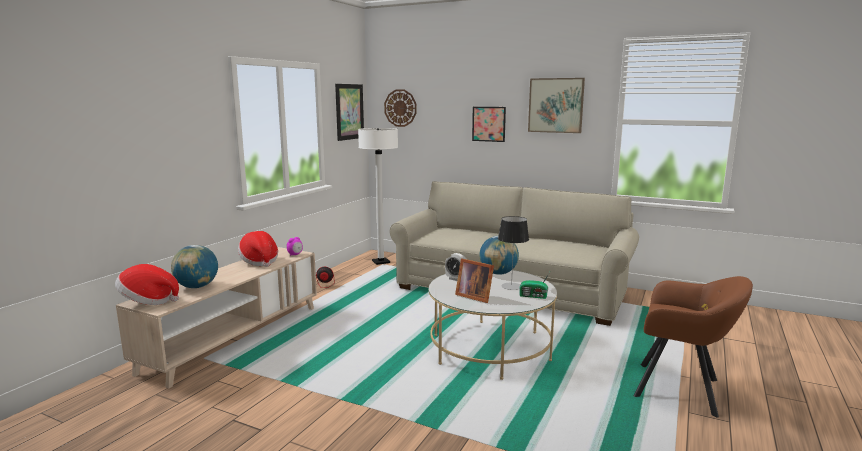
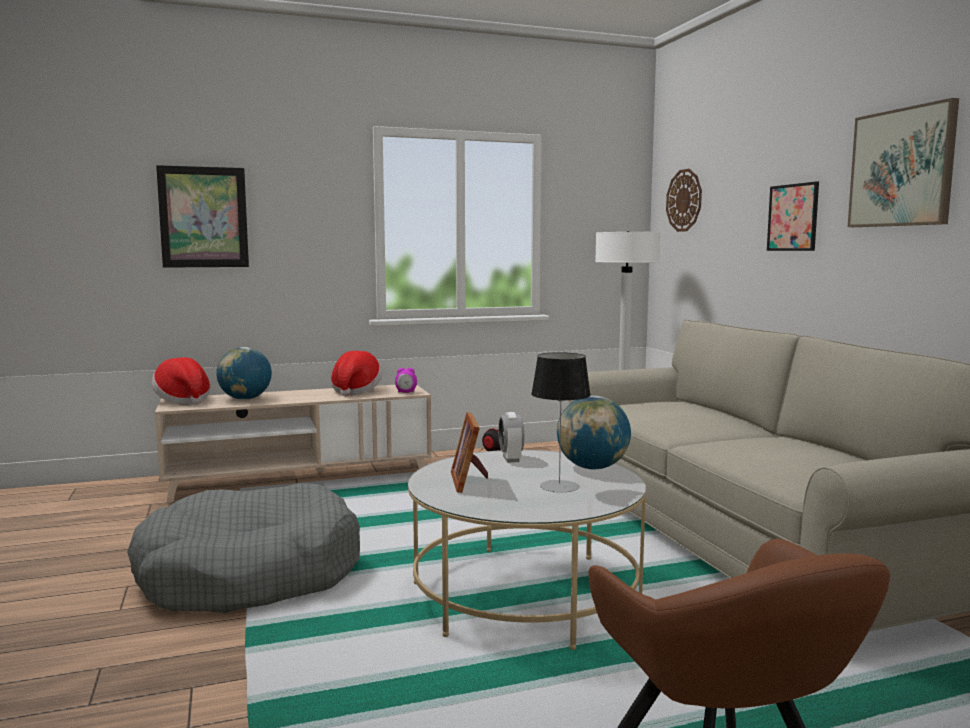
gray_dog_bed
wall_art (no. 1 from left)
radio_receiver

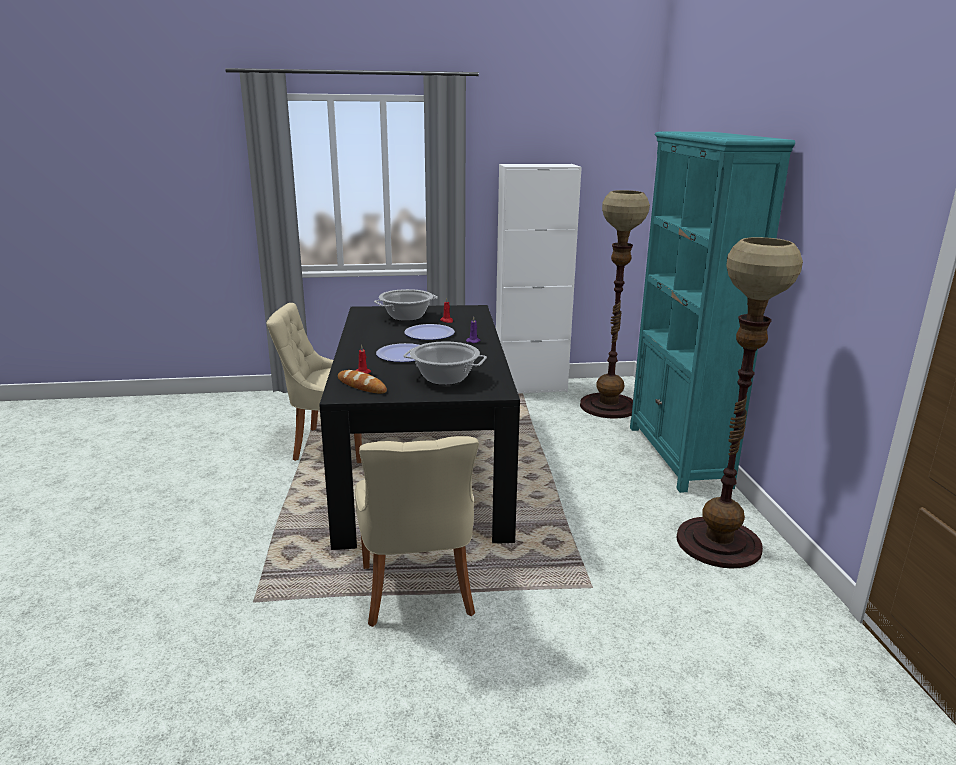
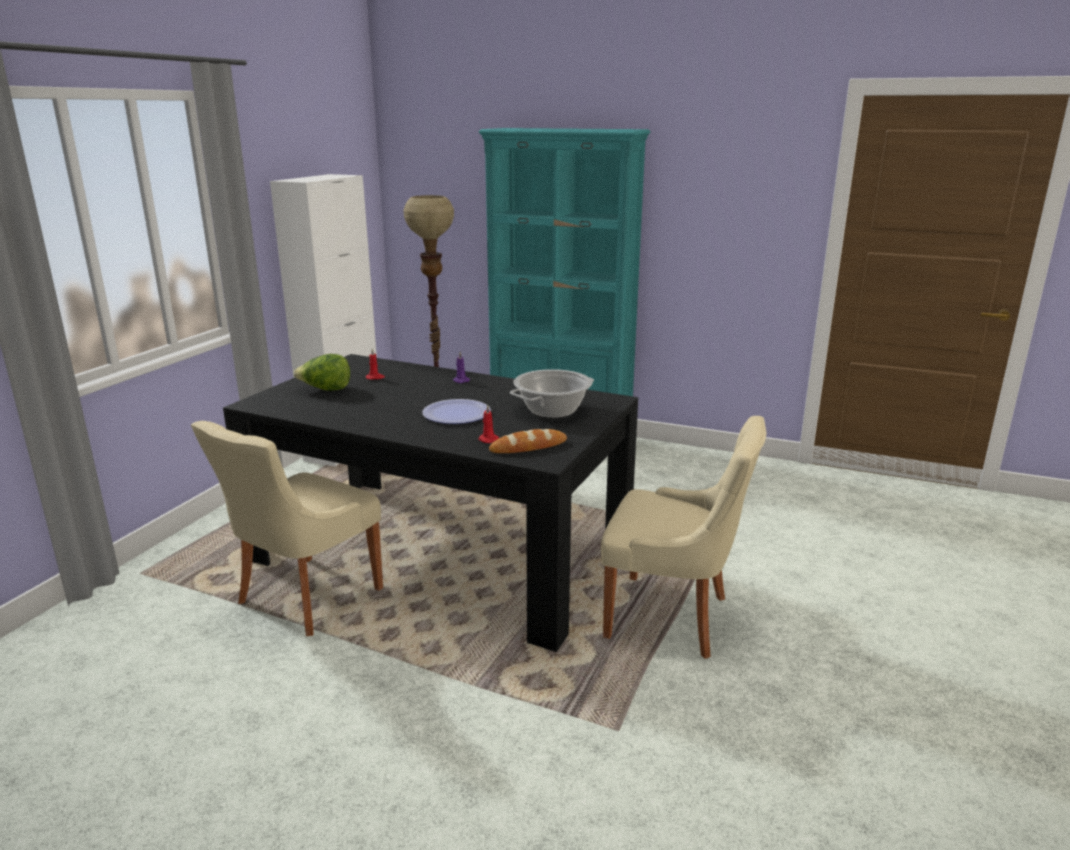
lettuce
flat_dish (no. 2 from left in the first image)
standard_lamp (no. 2 from left in the first image)

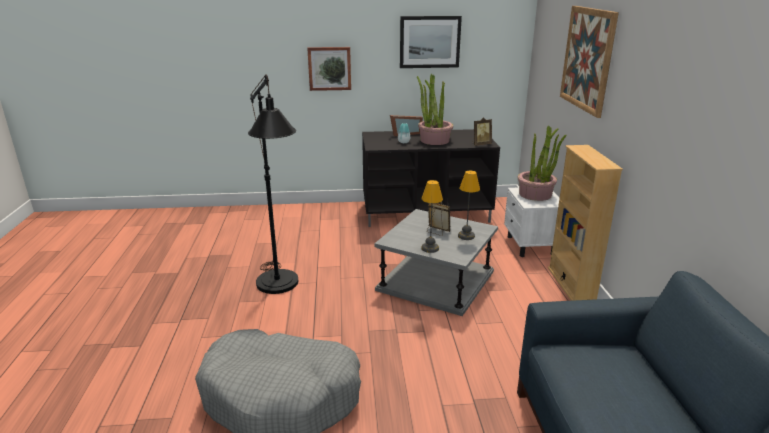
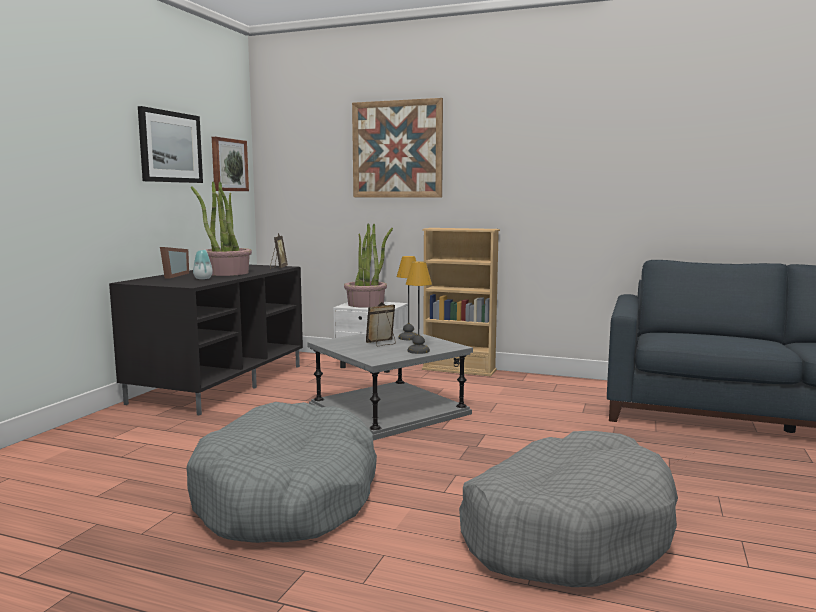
gray_dog_bed (no. 1 from left)
wall_art (no. 2 from left)

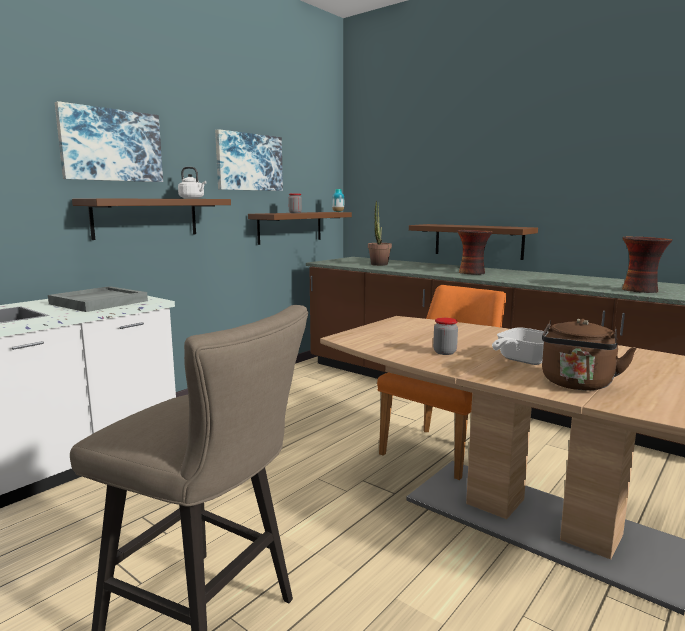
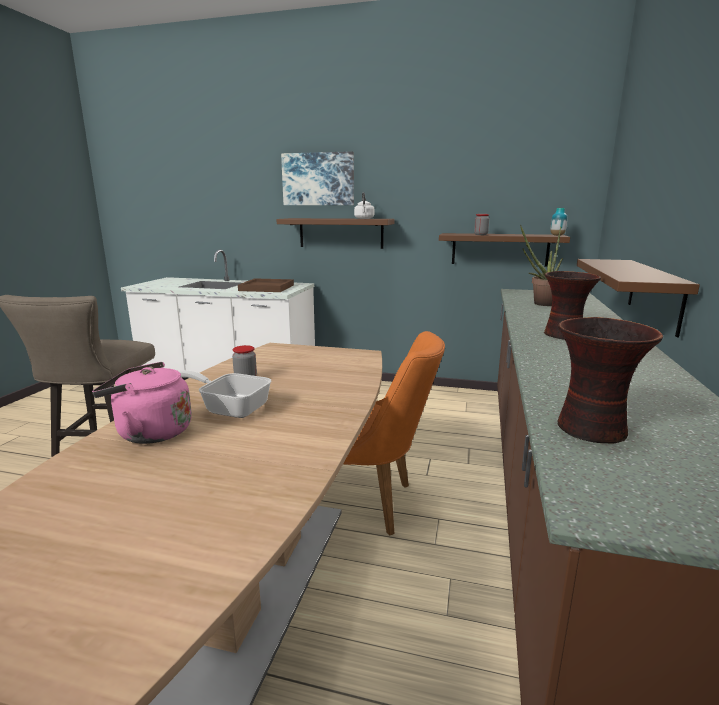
pink-coloured_kettle
brownish_tray
wall_art (no. 2 from left in the first image)

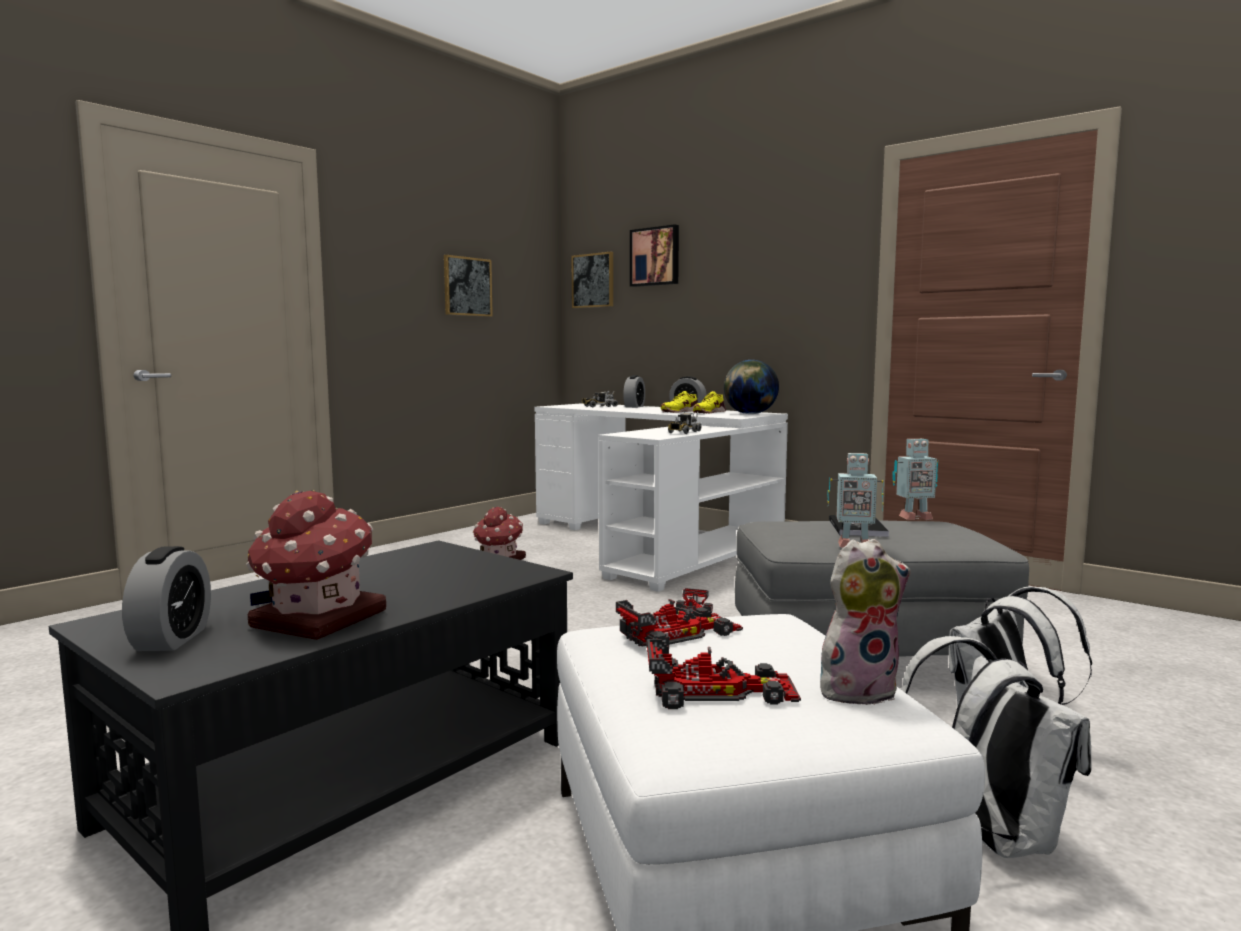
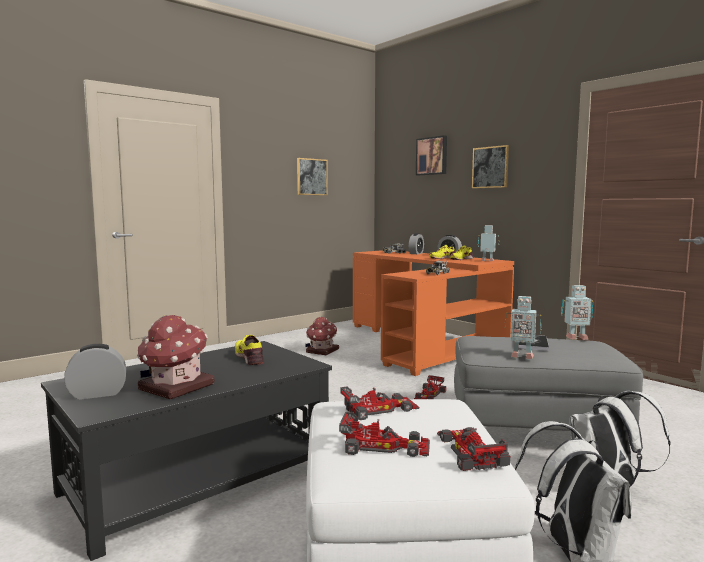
alarm_clock (no. 1 from left)
yellow-coloured_item_of_footwear (no. 1 from left)
orange-coloured_desk_table
toy_car (no. 4 from left)
wall_art (no. 3 from left)
robot_figure (no. 1 from left)

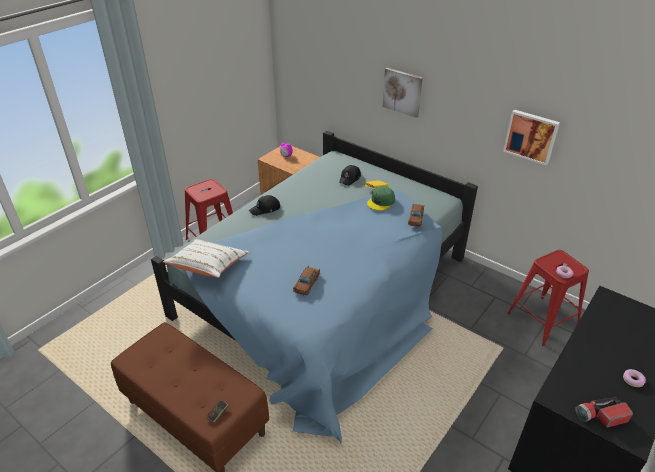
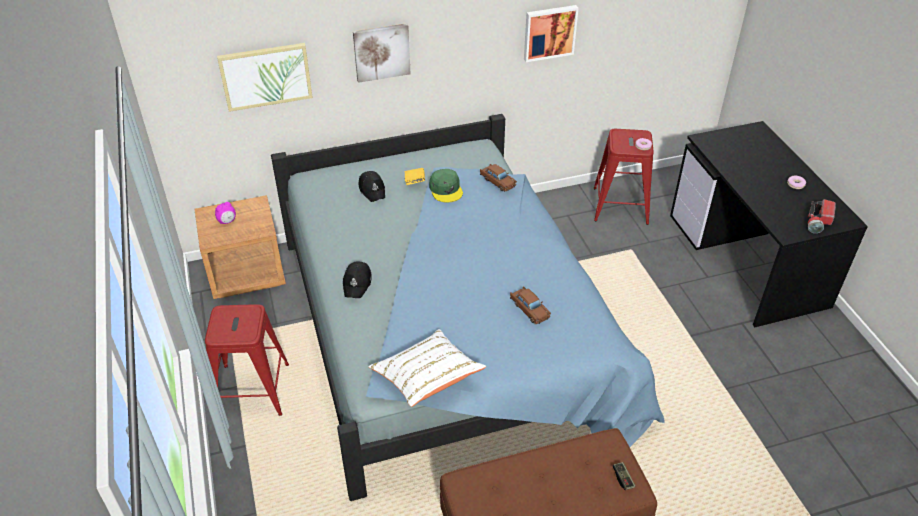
wall_art (no. 1 from left)

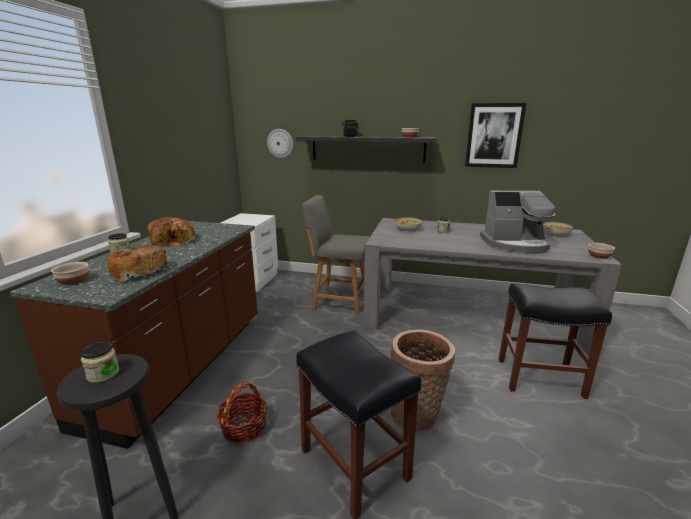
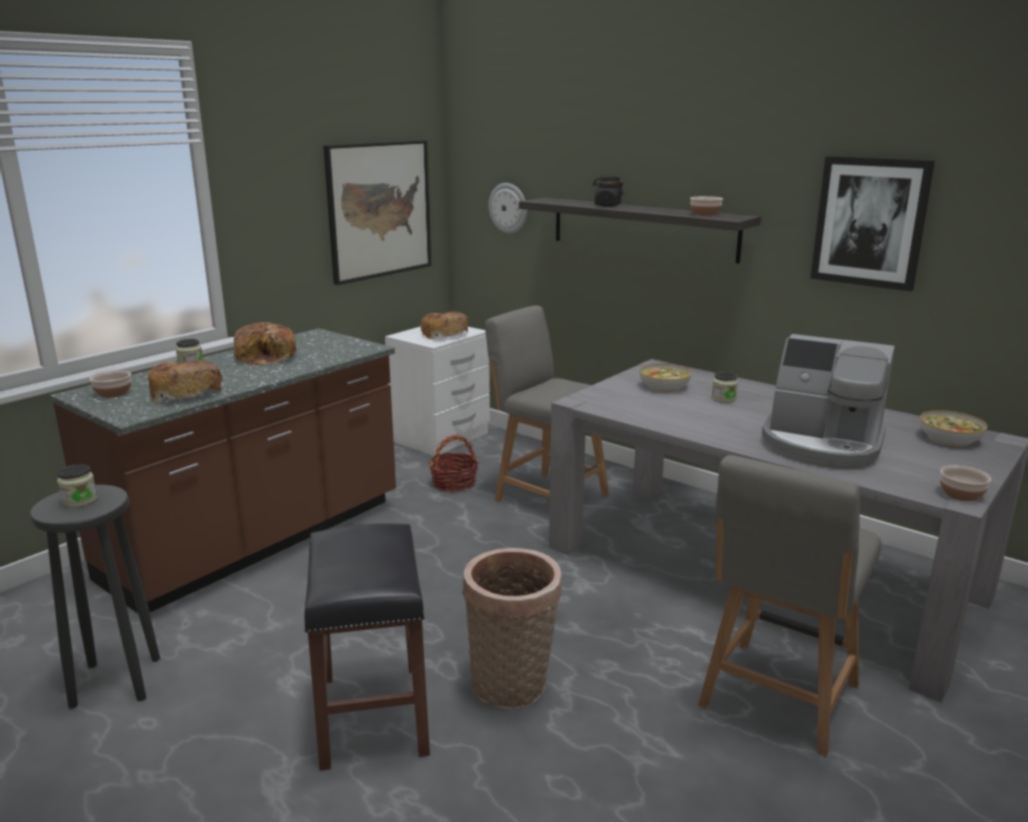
wall_art (no. 1 from left)
baked_bread (no. 3 from left)
basket (no. 1 from left)
gray_plain_chair (no. 2 from left)

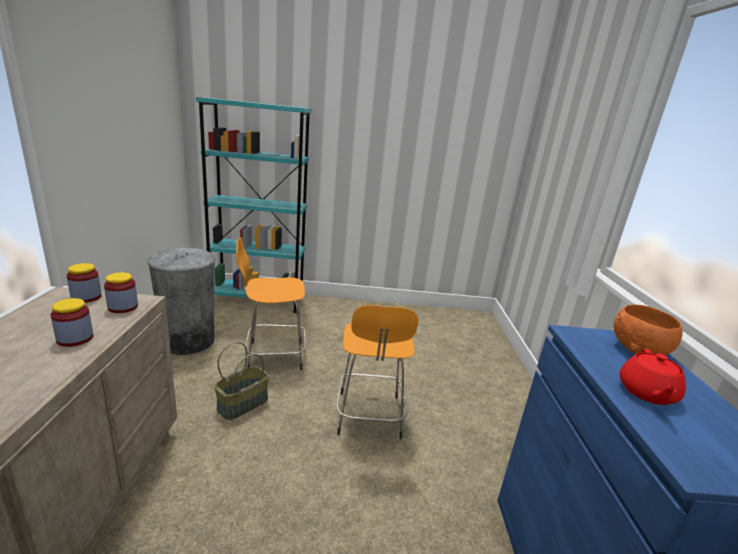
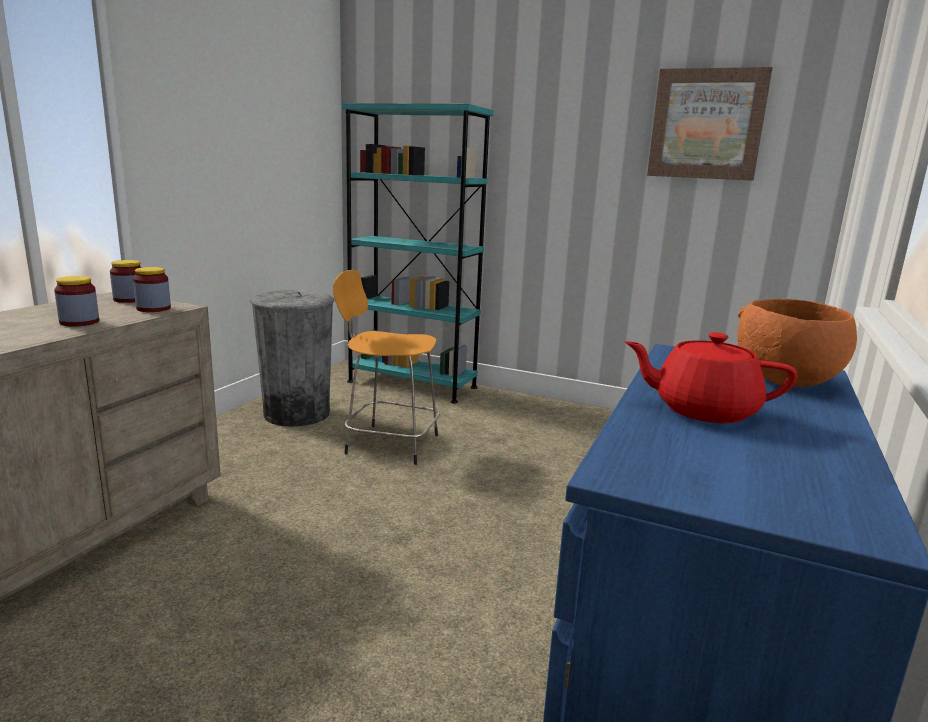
reddish_tea_pot
wall_art
basket
orange-coloured_stool_seat (no. 2 from left in the first image)

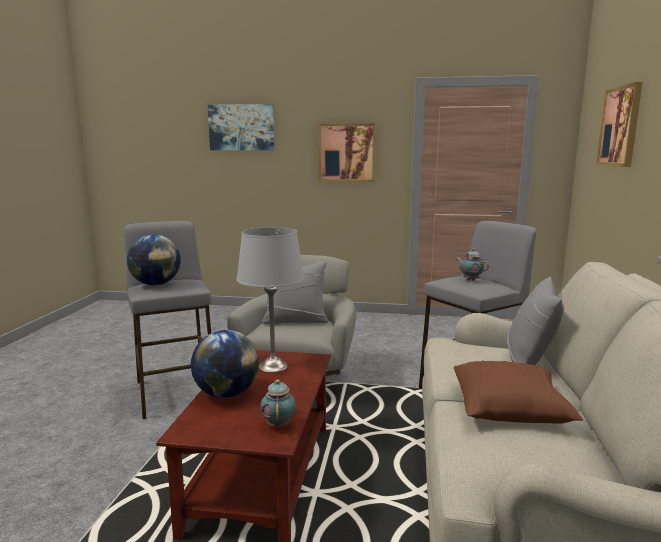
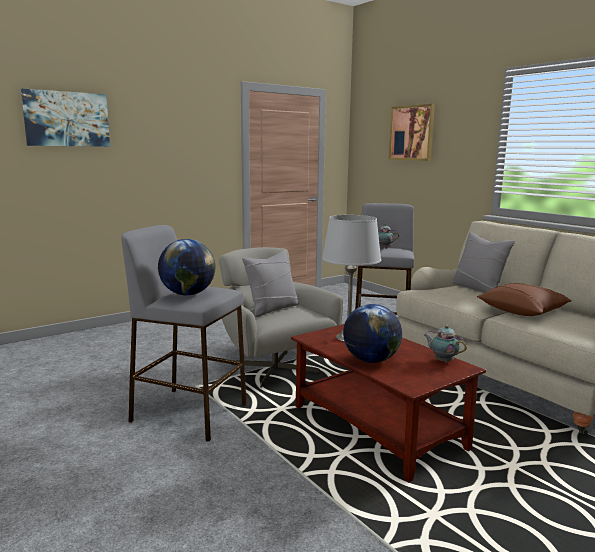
wall_art (no. 2 from left in the first image)

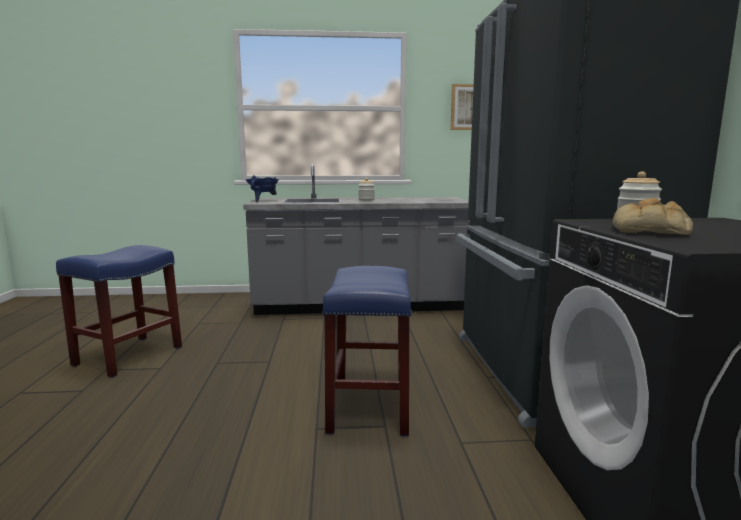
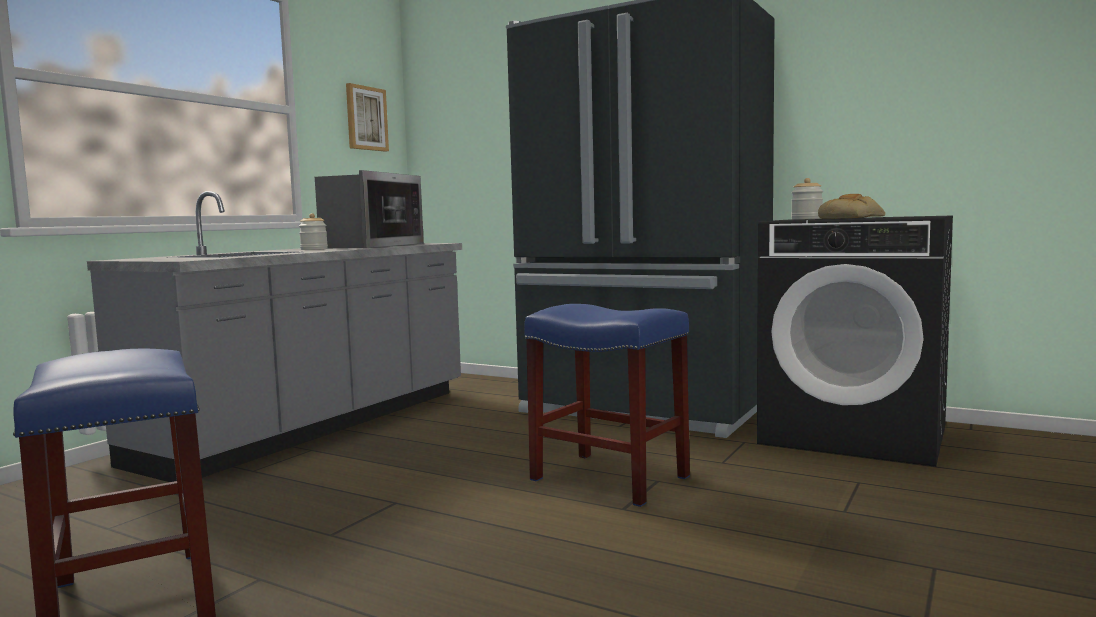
microwave_oven
blue_cooking_pot

